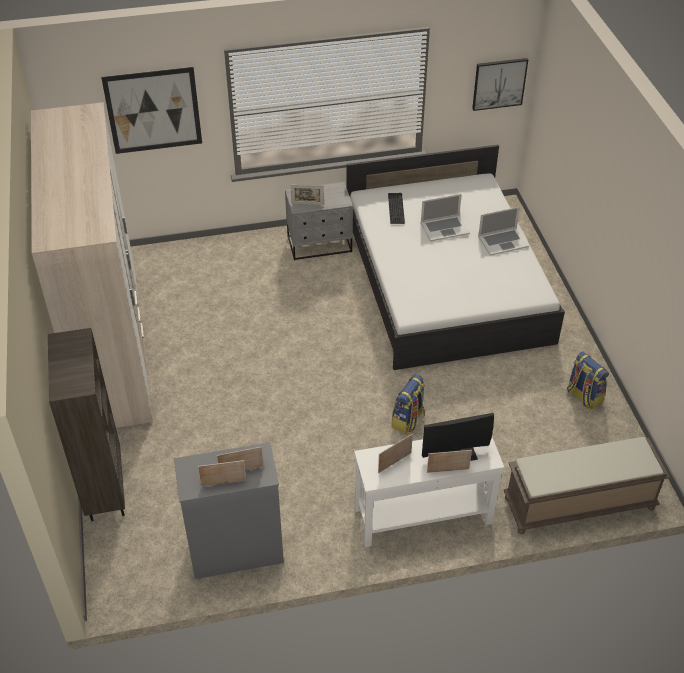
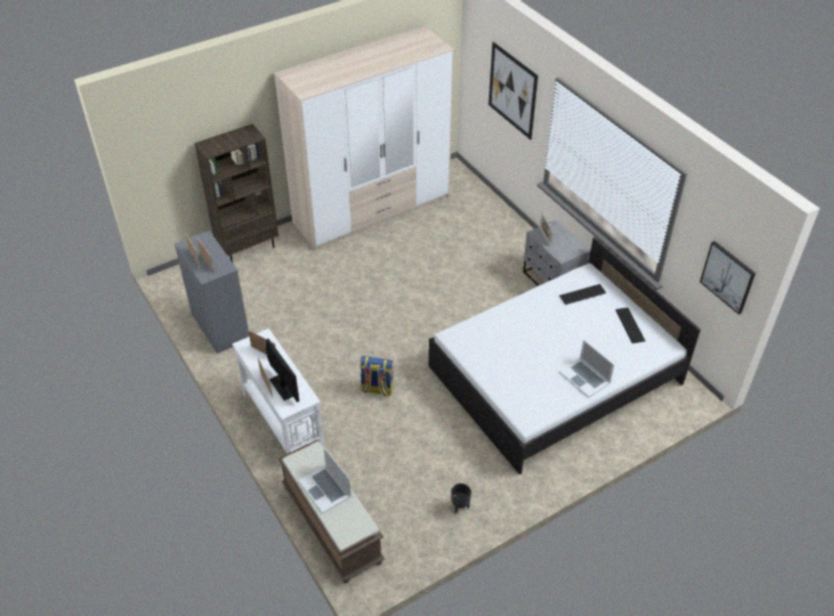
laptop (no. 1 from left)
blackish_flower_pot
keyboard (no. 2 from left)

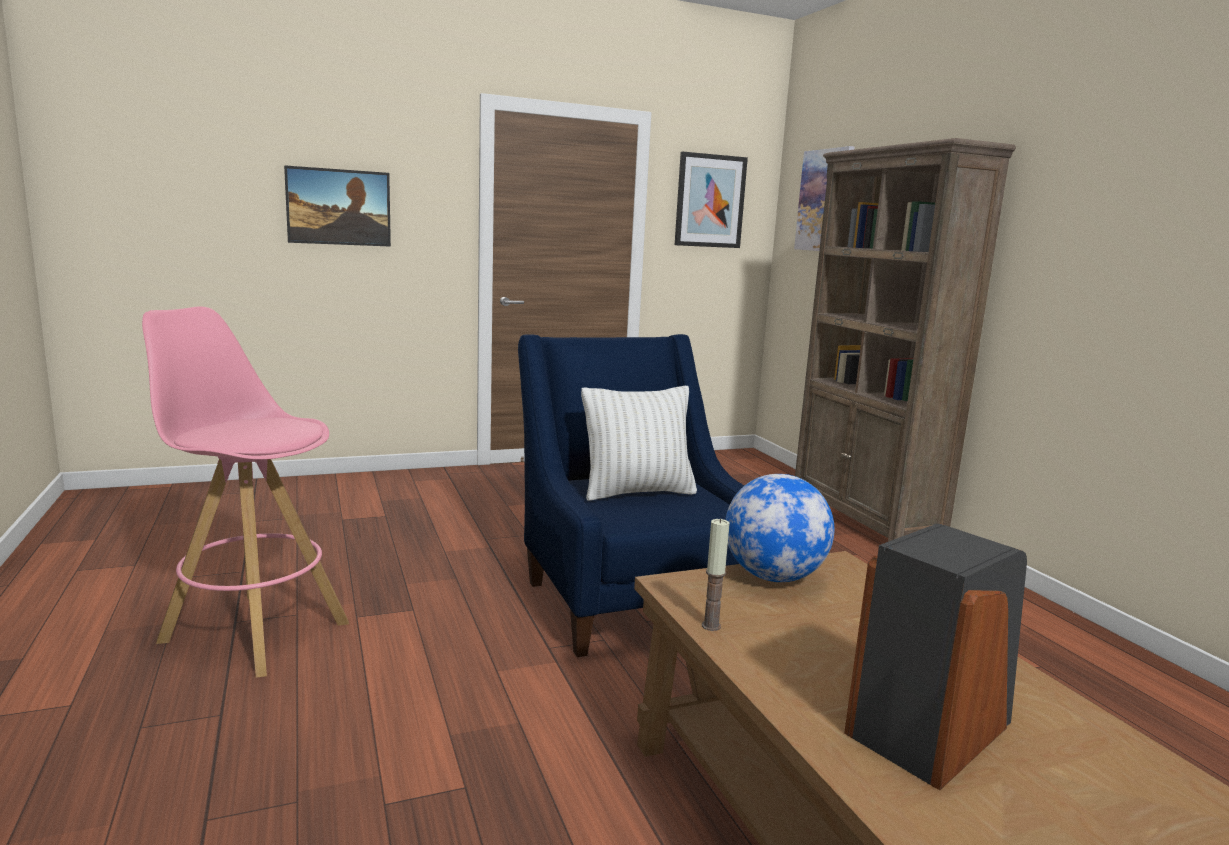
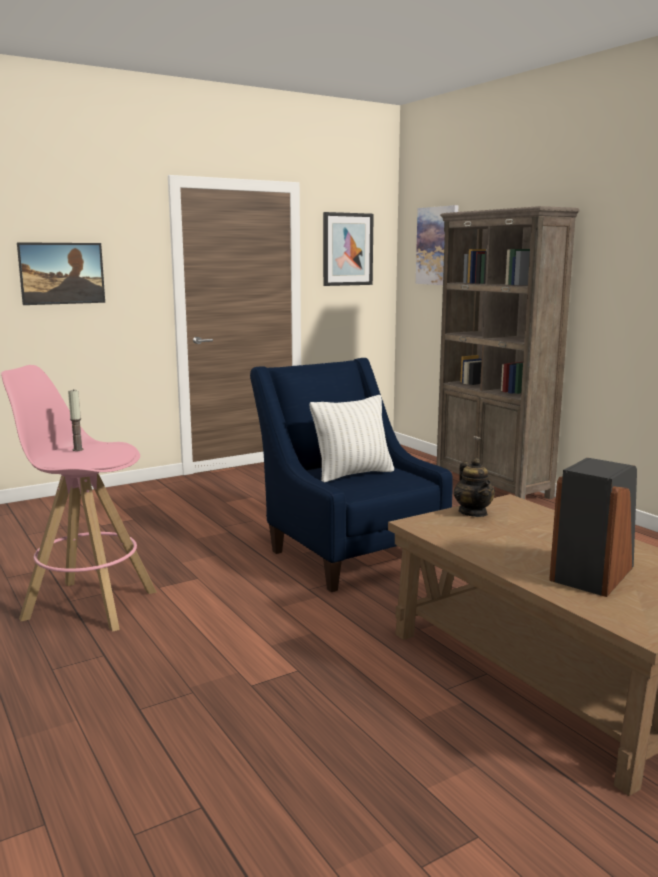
wax_candle
tea_pot

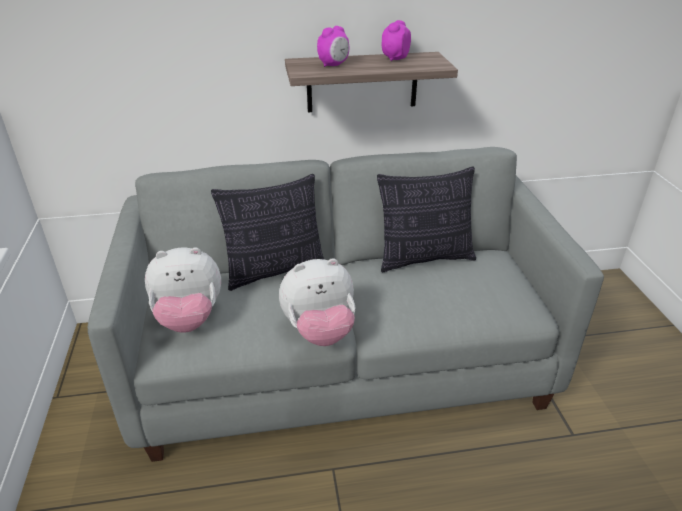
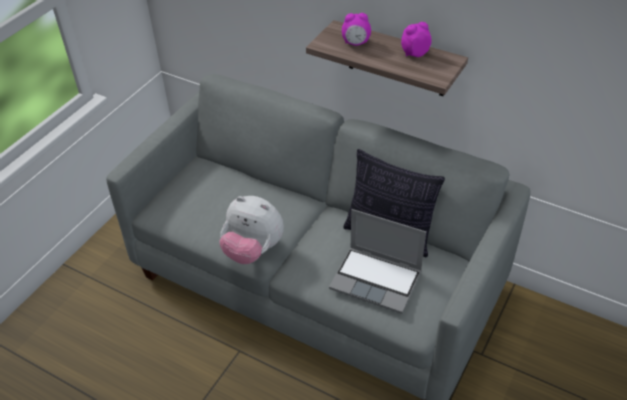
laptop
cuddly_toy (no. 1 from left in the first image)
cushion (no. 1 from left in the first image)

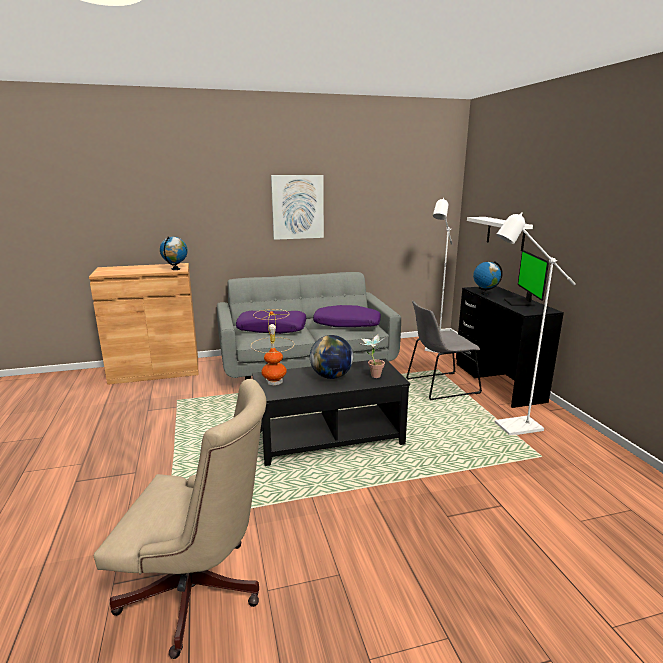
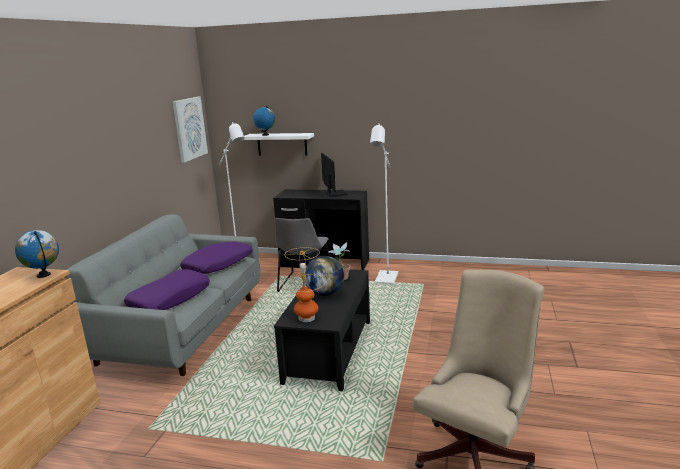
wall_art
desk_globe (no. 2 from left)
computer_display

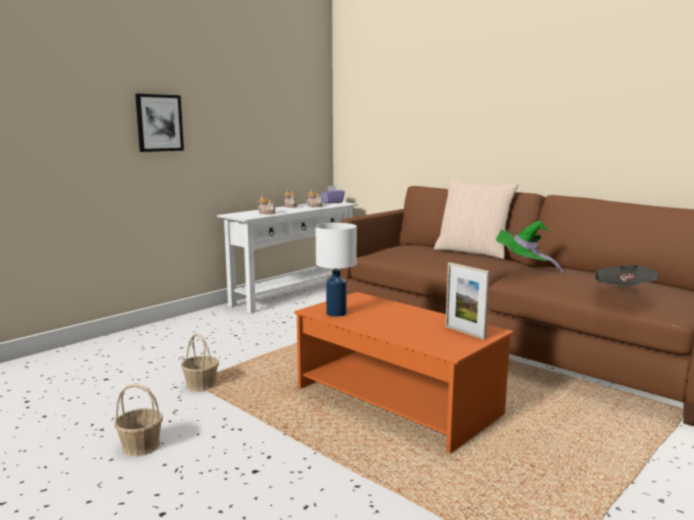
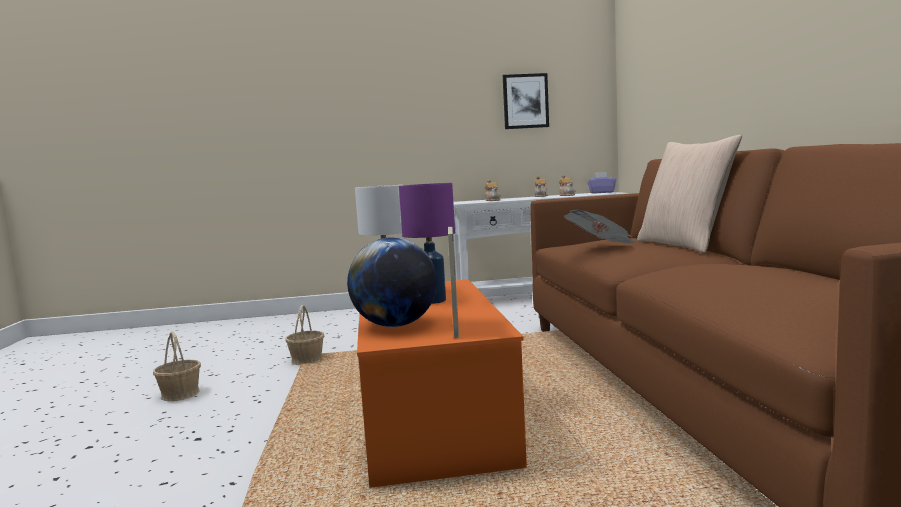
desk_globe
purplish_tabletop_lamp
wall_art
printed_paper
green-coloured_hat

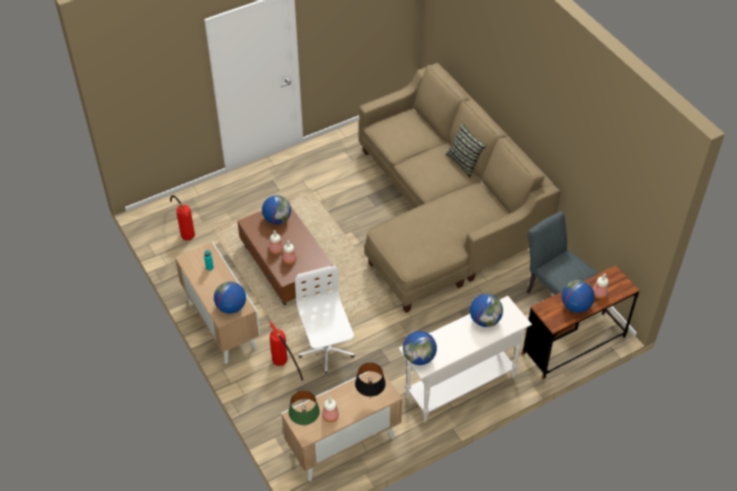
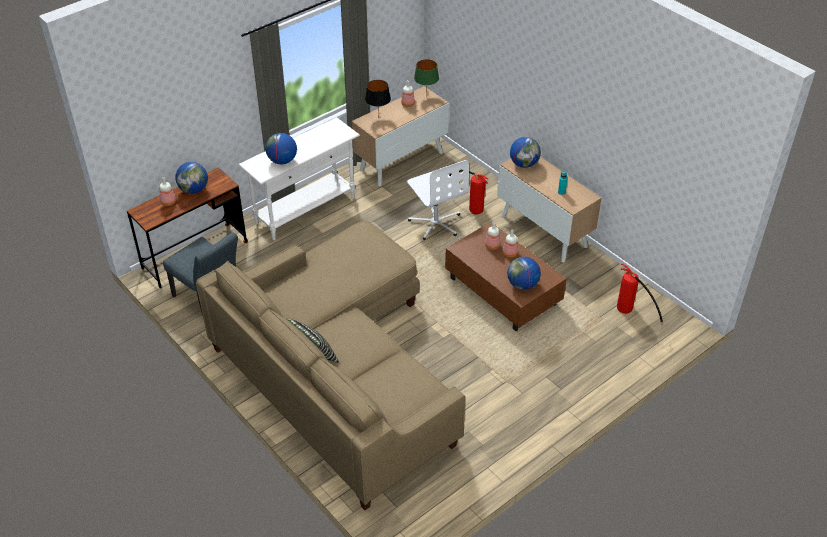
desk_globe (no. 3 from left in the first image)

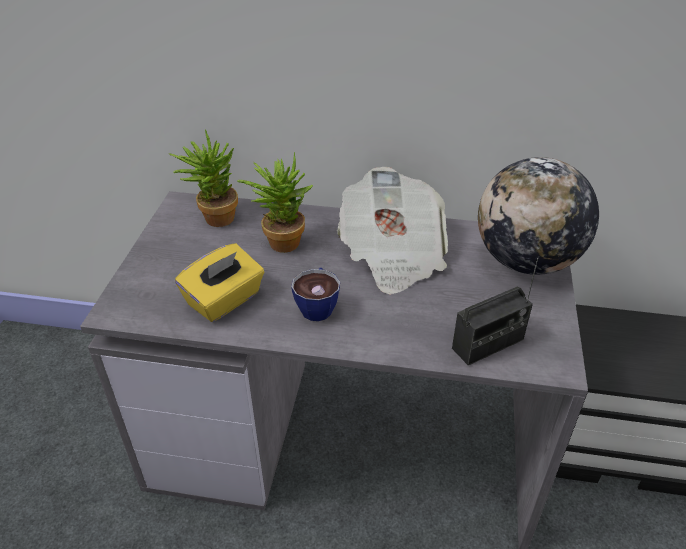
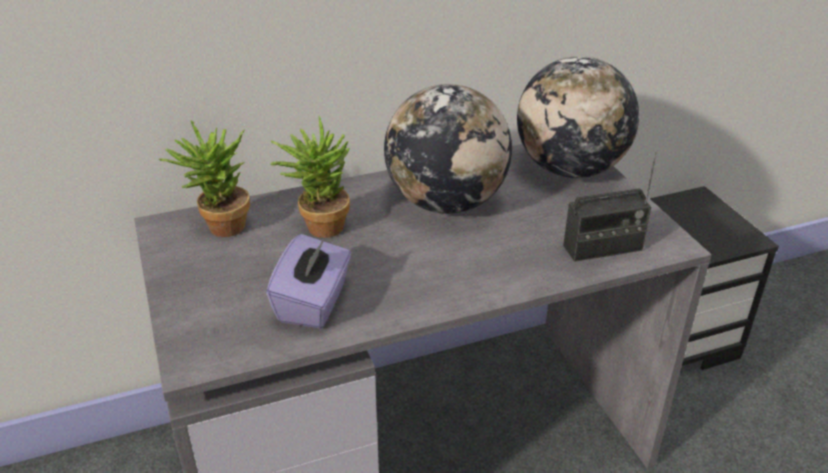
purplish_box_of_tissues
desk_globe (no. 1 from left)
radio_receiver
drinking_cup

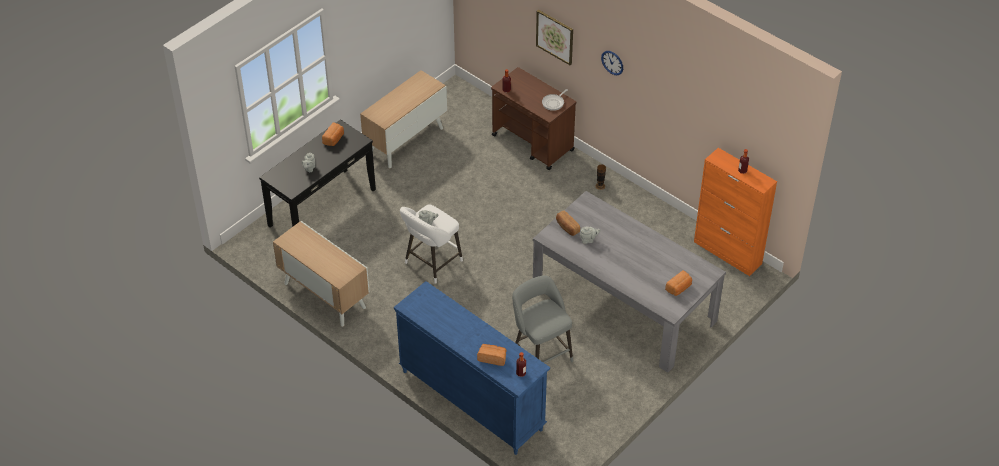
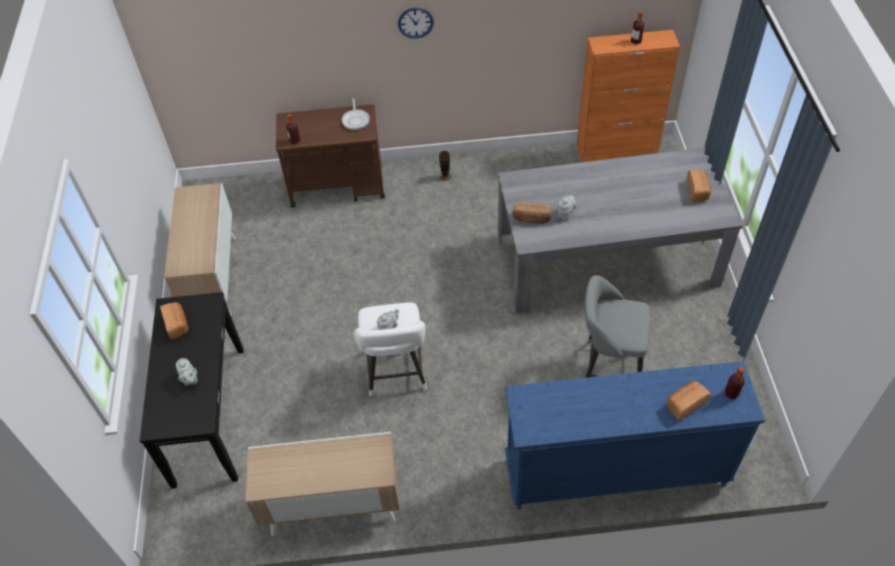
wall_art

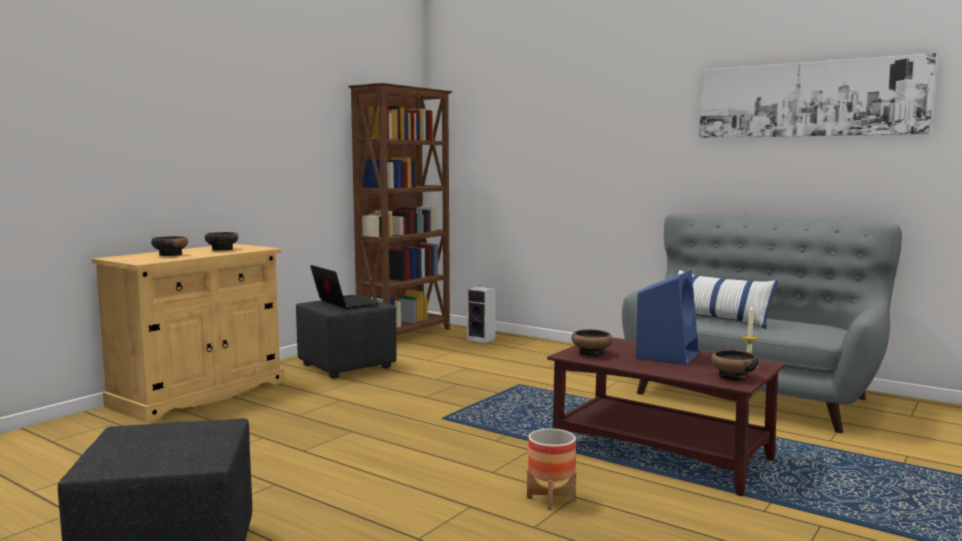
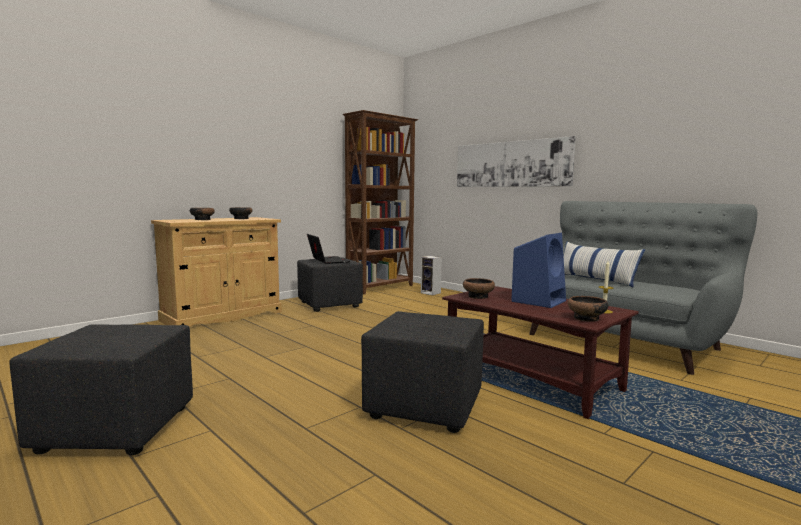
blackish_footrest (no. 3 from left)
wall_art

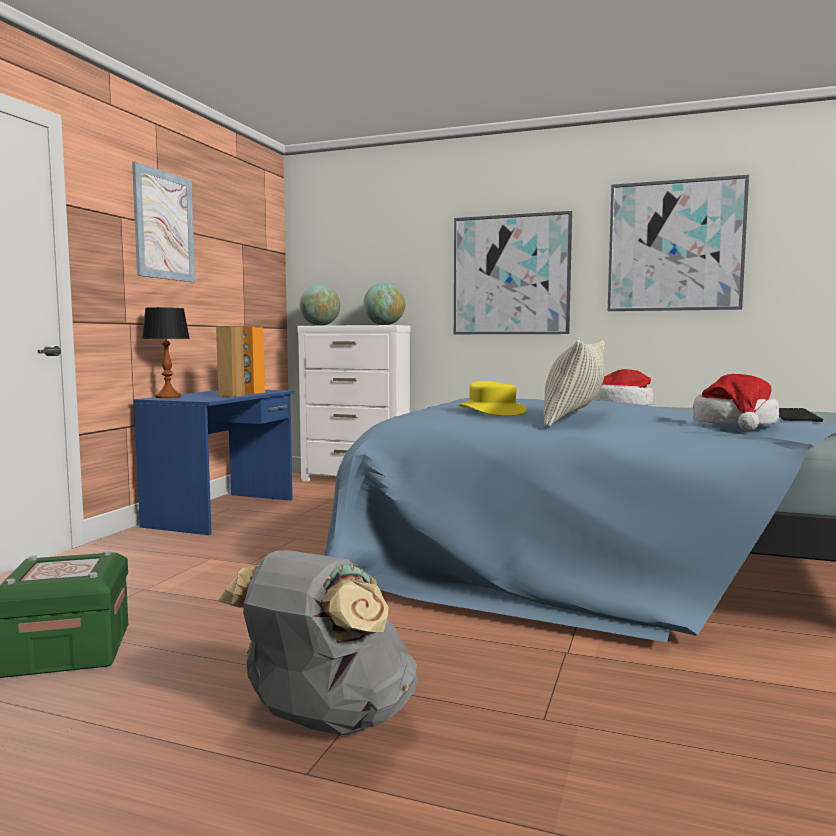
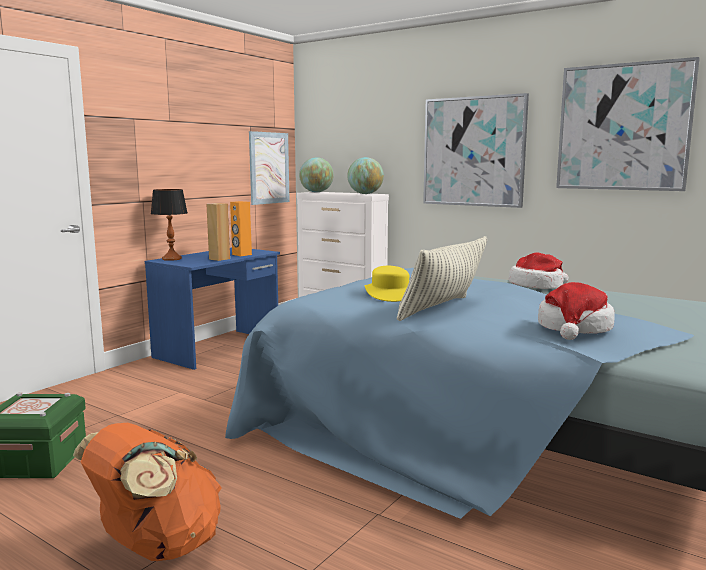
orange-coloured_rucksack
wall_art (no. 1 from left)
keyboard

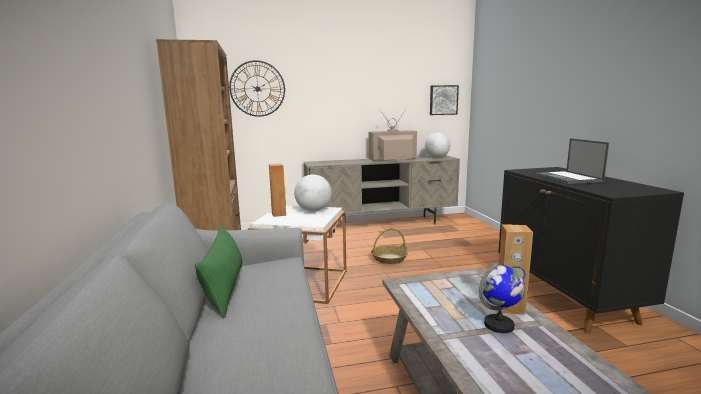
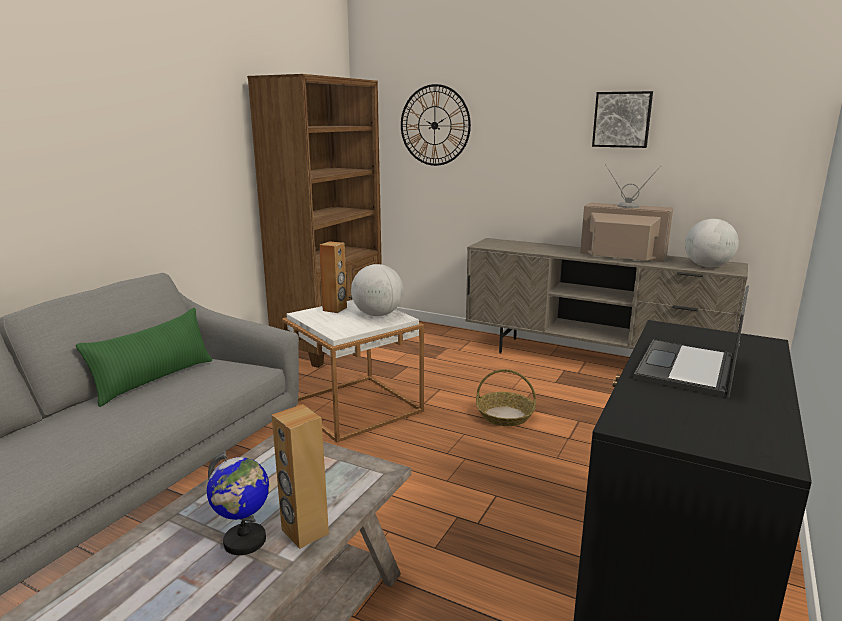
wall_art

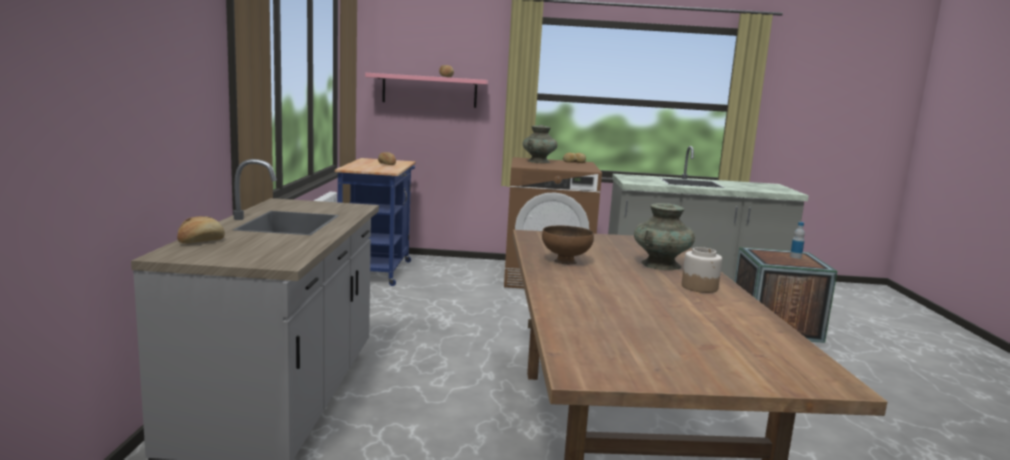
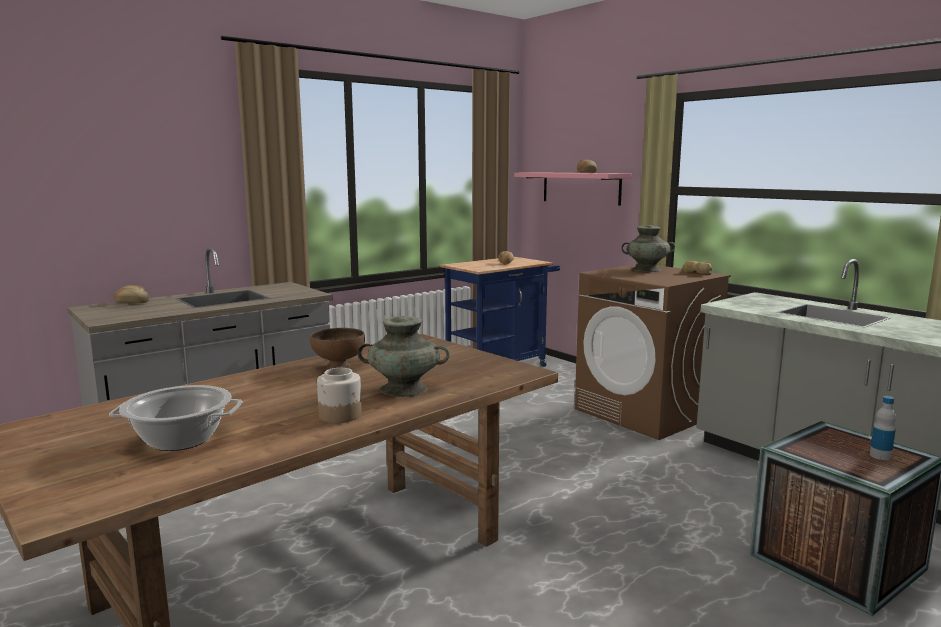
cooking_pot

